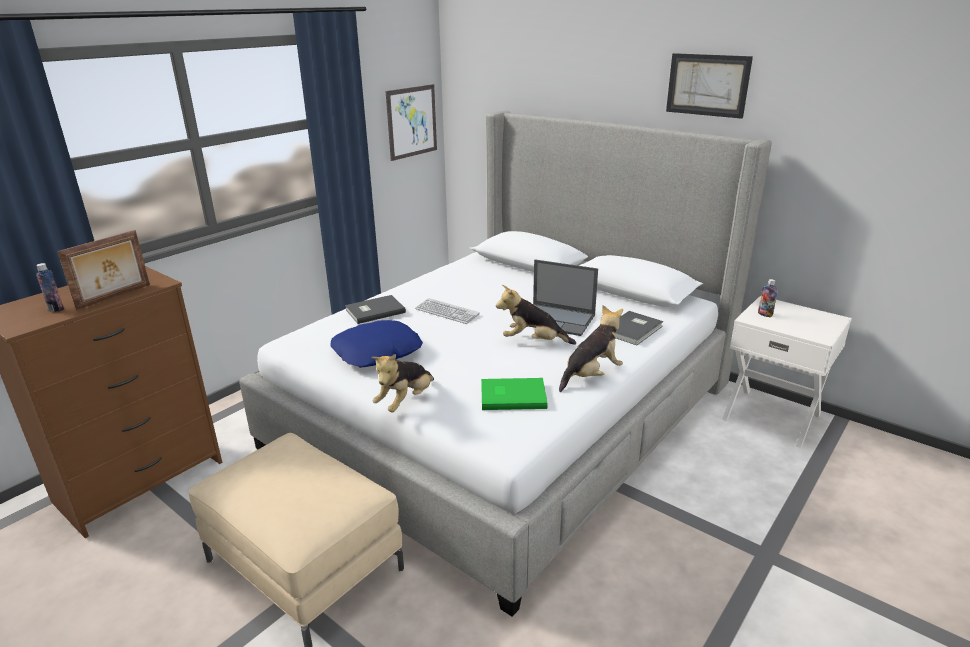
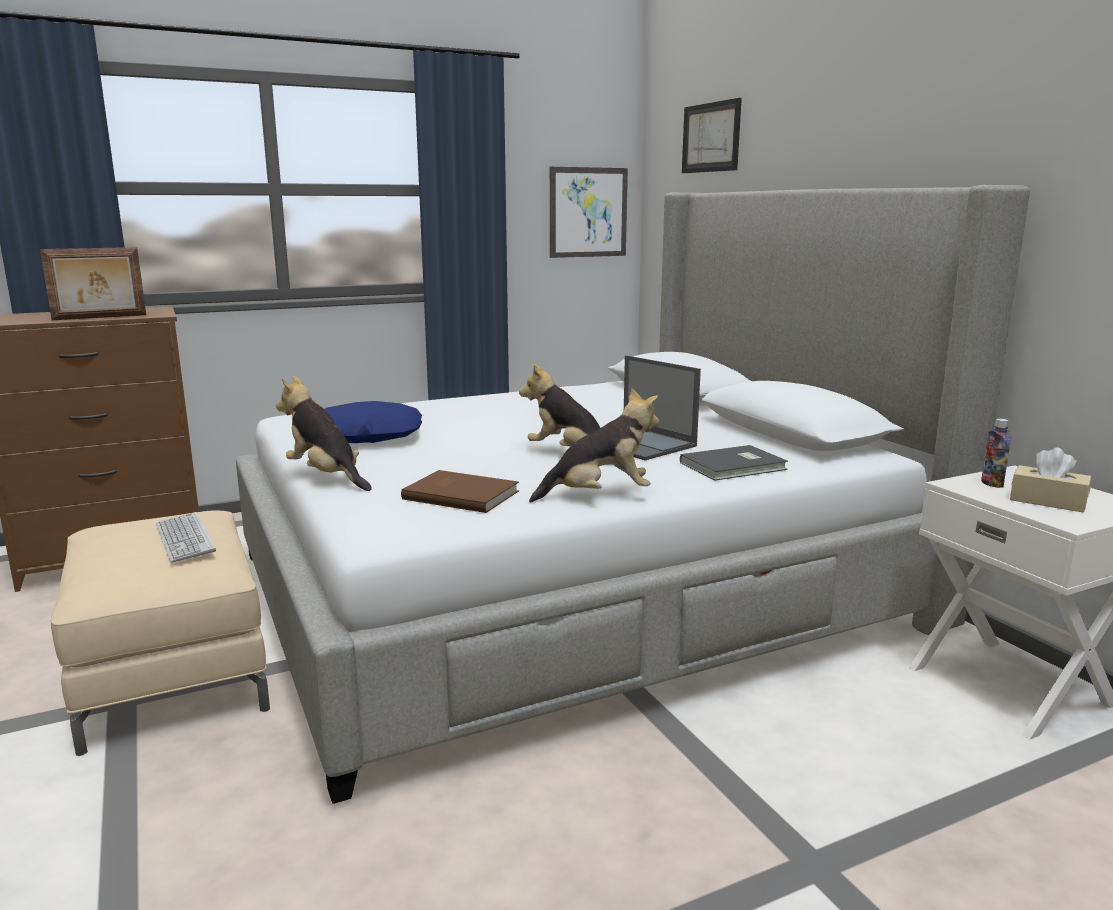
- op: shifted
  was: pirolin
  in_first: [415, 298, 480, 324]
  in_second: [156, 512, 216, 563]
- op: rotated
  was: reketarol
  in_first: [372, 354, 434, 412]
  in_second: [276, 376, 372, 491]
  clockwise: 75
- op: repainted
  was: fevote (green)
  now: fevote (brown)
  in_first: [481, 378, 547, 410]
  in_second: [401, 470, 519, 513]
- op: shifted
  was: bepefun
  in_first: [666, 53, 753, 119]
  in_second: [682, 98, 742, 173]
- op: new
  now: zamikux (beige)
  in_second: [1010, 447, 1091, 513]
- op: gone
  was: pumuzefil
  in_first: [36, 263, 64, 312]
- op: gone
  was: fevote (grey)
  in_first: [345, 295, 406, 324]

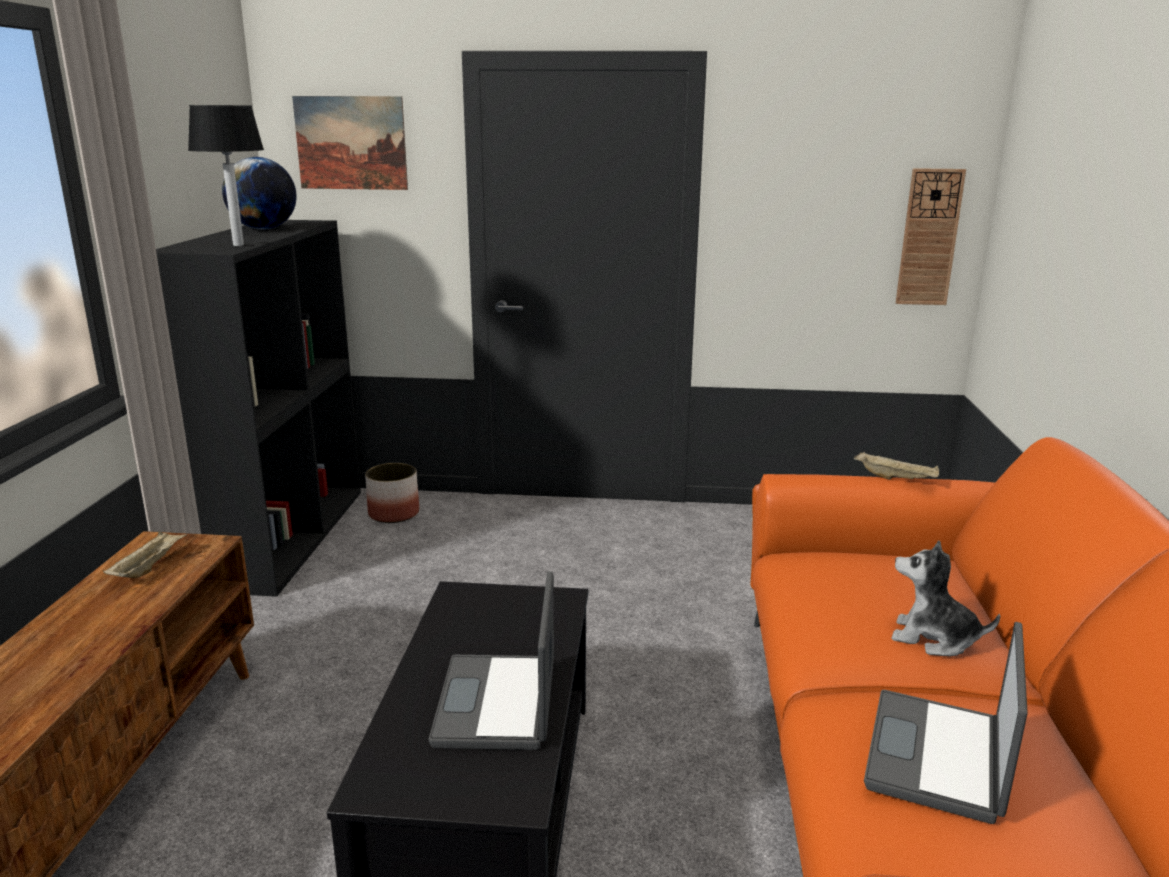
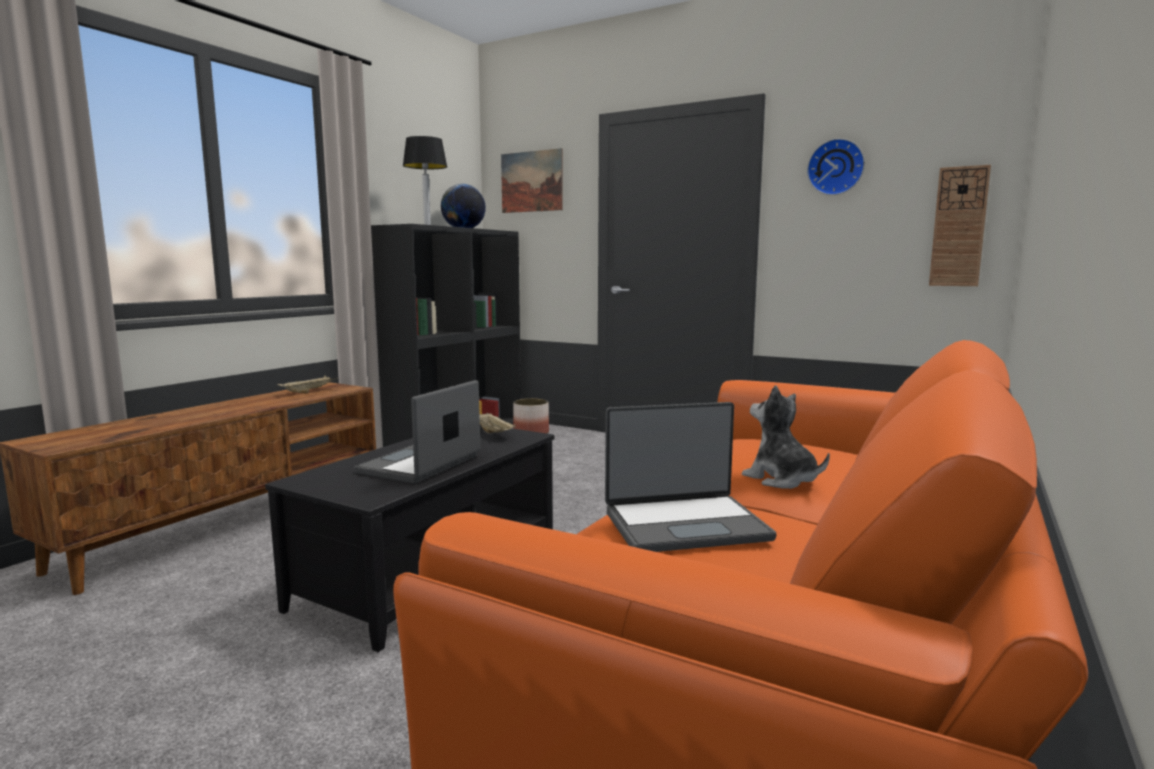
- op: shifted
  was: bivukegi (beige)
  in_first: [854, 452, 939, 480]
  in_second: [480, 413, 515, 433]
- op: rotated
  was: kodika
  in_first: [864, 622, 1028, 824]
  in_second: [605, 402, 776, 552]
  clockwise: -150
- op: new
  now: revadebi
  in_second: [807, 138, 865, 195]

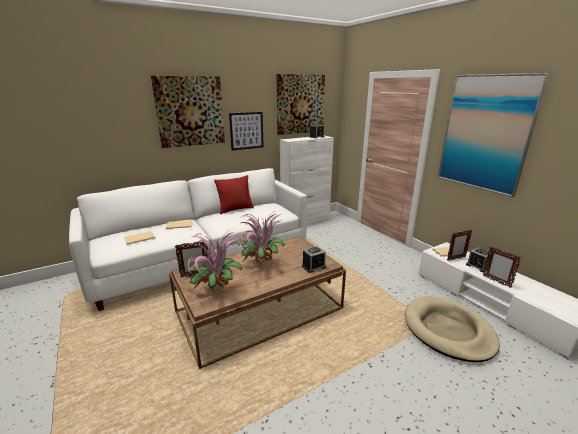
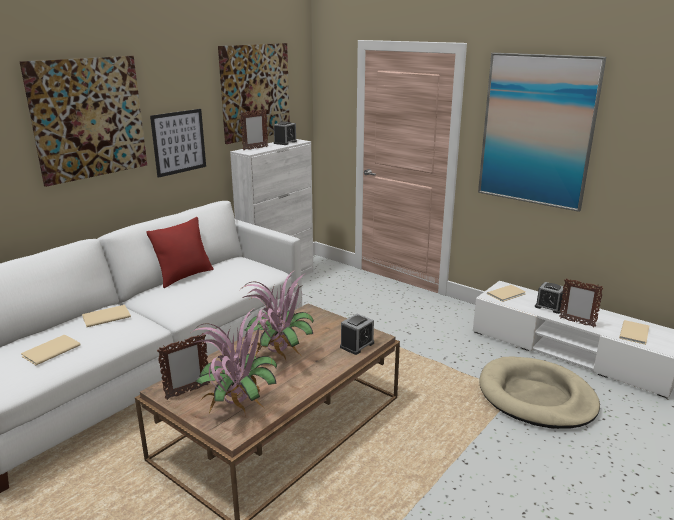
- op: shifted
  was: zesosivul
  in_first: [447, 229, 472, 261]
  in_second: [240, 109, 268, 150]
- op: new
  now: fevote (beige)
  in_second: [619, 320, 649, 345]

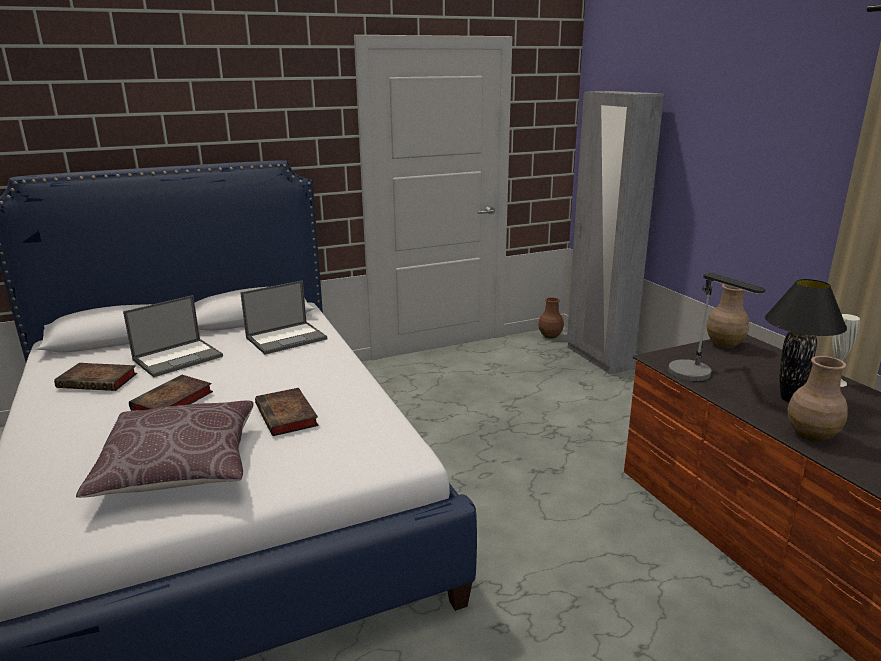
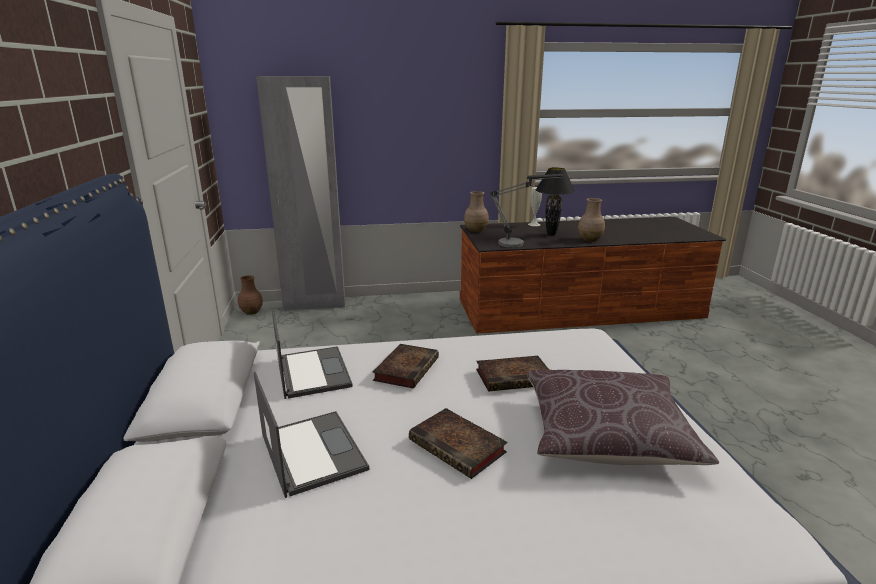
- op: shifted
  was: fevote
  in_first: [54, 363, 137, 391]
  in_second: [373, 344, 439, 389]

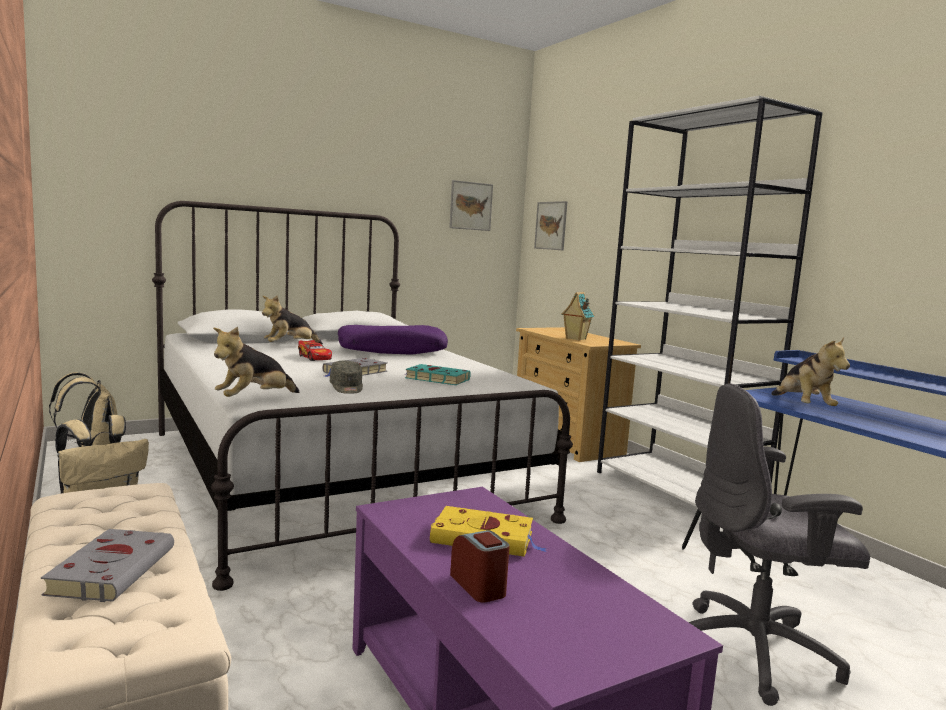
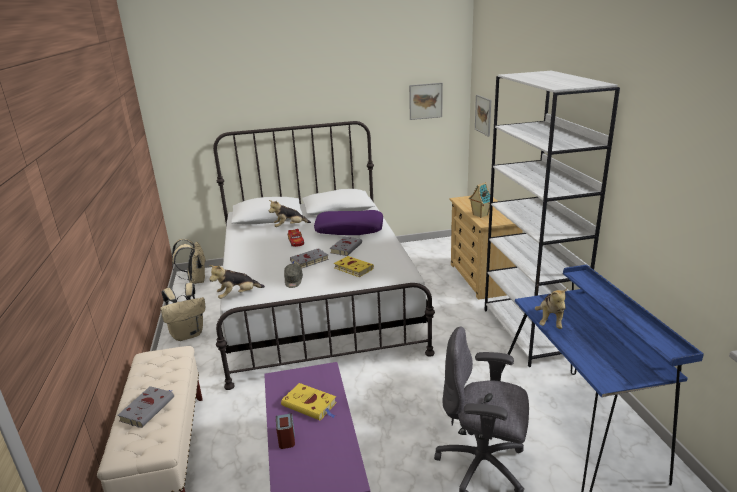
- op: new
  now: fevote (grey)
  in_second: [330, 236, 362, 256]
- op: repainted
  was: fevote (turquoise)
  now: fevote (yellow)
  in_first: [405, 364, 471, 385]
  in_second: [334, 256, 374, 277]

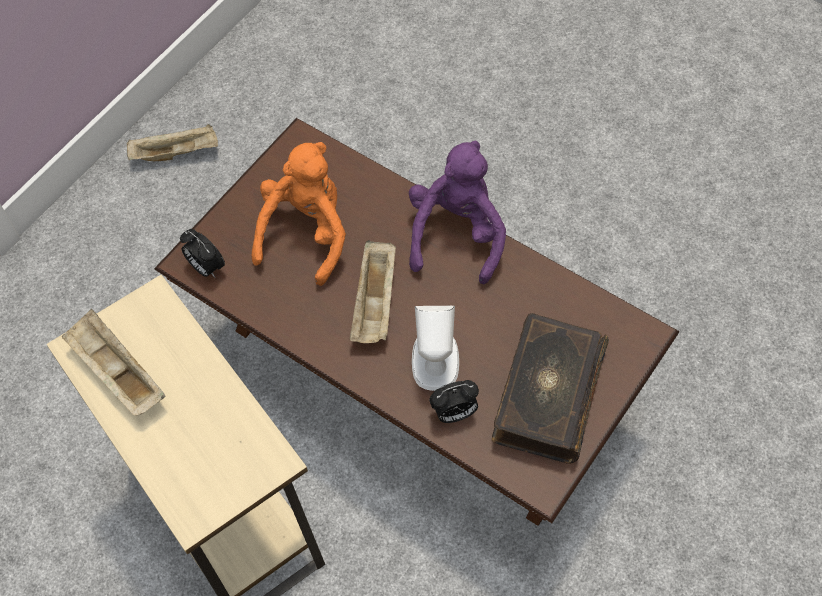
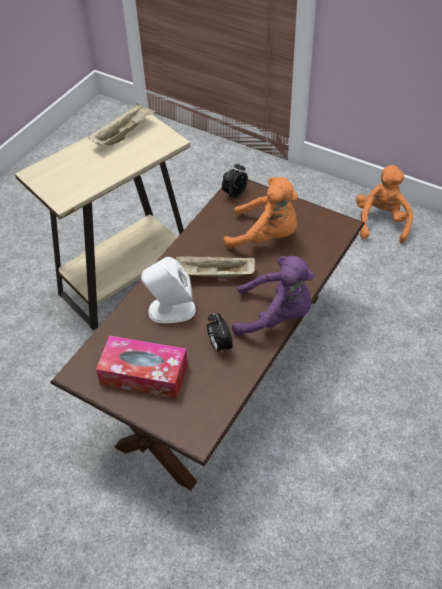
- op: swapped
  was: fevote
  now: zamikux
  in_first: [492, 313, 609, 464]
  in_second: [96, 336, 188, 399]
- op: shifted
  was: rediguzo
  in_first: [429, 380, 479, 423]
  in_second: [207, 313, 233, 354]
- op: swapped
  was: bivukegi (beige)
  now: reketarol (orange)
  in_first: [126, 124, 218, 161]
  in_second: [356, 165, 413, 244]

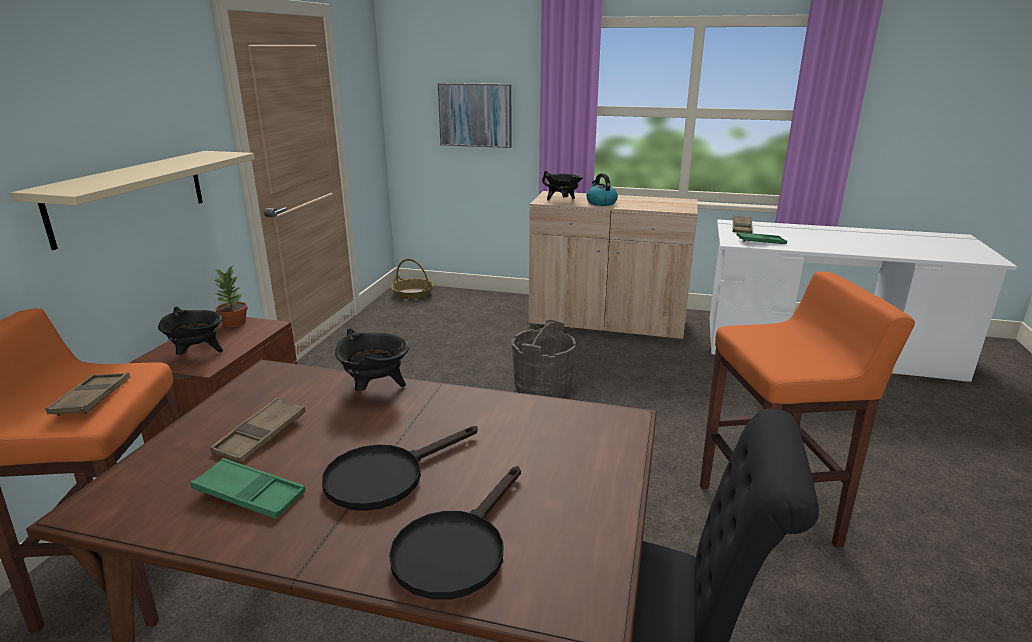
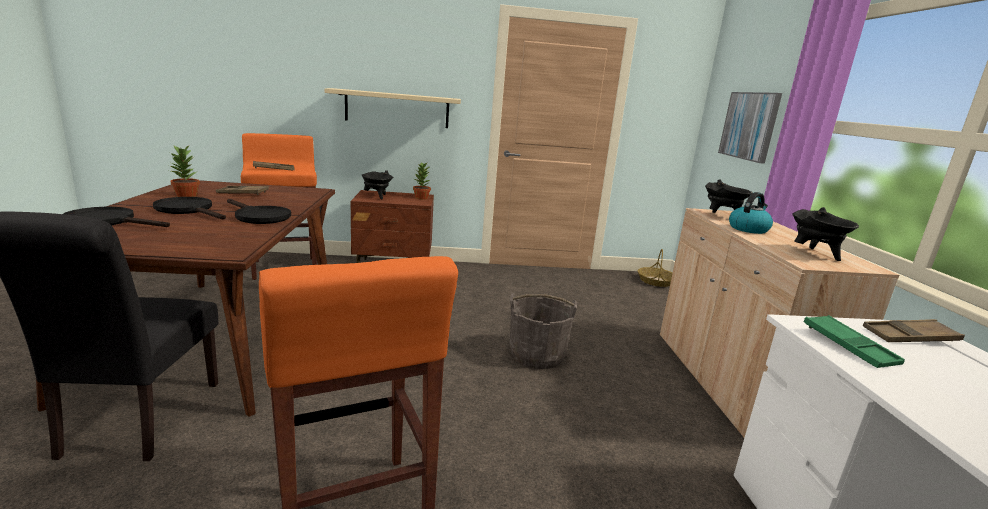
- op: swapped
  was: bivukegi (green)
  now: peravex
  in_first: [190, 458, 305, 519]
  in_second: [170, 146, 200, 197]
- op: new
  now: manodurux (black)
  in_second: [227, 199, 291, 224]
- op: shifted
  was: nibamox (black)
  in_first: [335, 328, 410, 391]
  in_second: [792, 207, 859, 261]

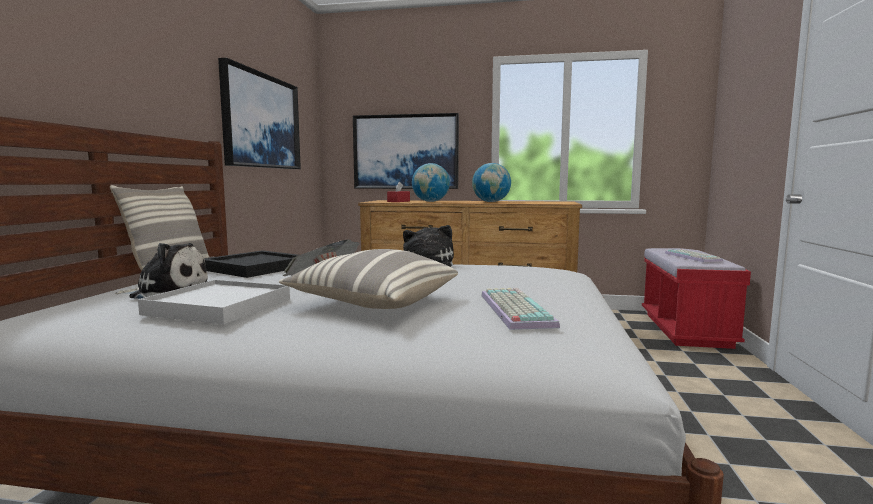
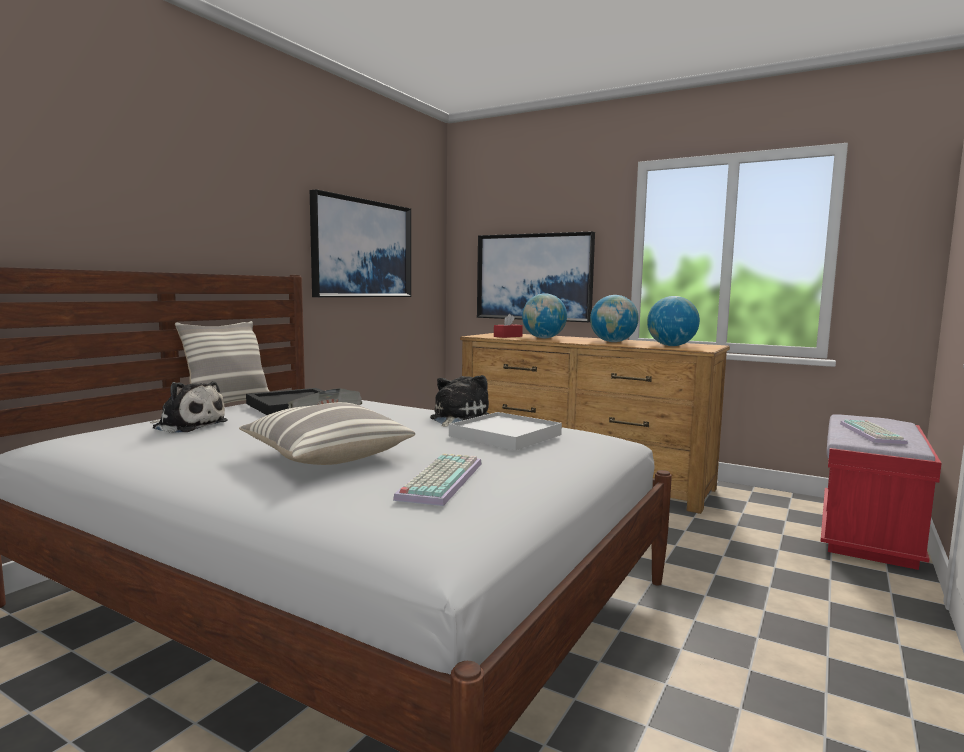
- op: shifted
  was: bivukegi (white)
  in_first: [138, 280, 290, 324]
  in_second: [449, 412, 562, 451]
- op: new
  now: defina
  in_second: [647, 296, 700, 346]

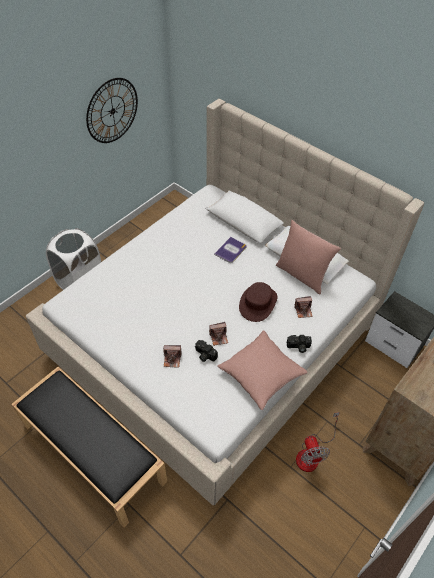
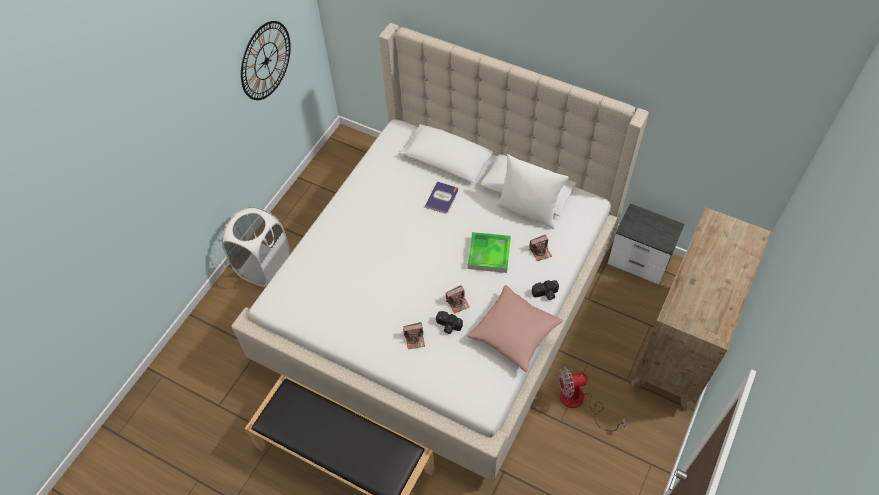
- op: swapped
  was: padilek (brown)
  now: bivukegi
  in_first: [239, 282, 277, 322]
  in_second: [467, 232, 511, 273]
- op: repainted
  was: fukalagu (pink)
  now: fukalagu (white)
  in_first: [276, 220, 341, 295]
  in_second: [497, 154, 569, 229]
- op: rotated
  was: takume
  in_first: [296, 412, 340, 472]
  in_second: [559, 367, 626, 431]
  clockwise: 105

